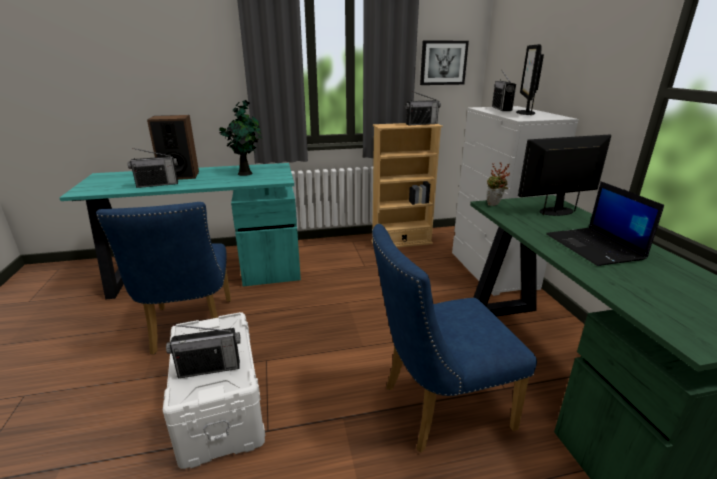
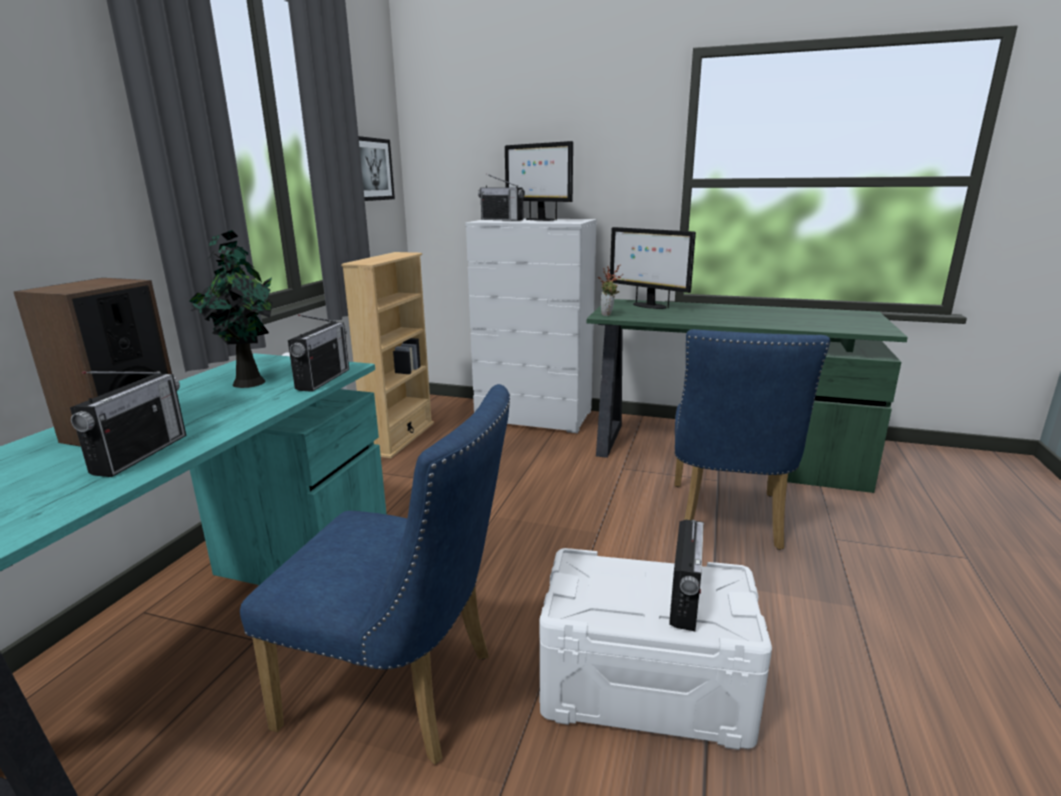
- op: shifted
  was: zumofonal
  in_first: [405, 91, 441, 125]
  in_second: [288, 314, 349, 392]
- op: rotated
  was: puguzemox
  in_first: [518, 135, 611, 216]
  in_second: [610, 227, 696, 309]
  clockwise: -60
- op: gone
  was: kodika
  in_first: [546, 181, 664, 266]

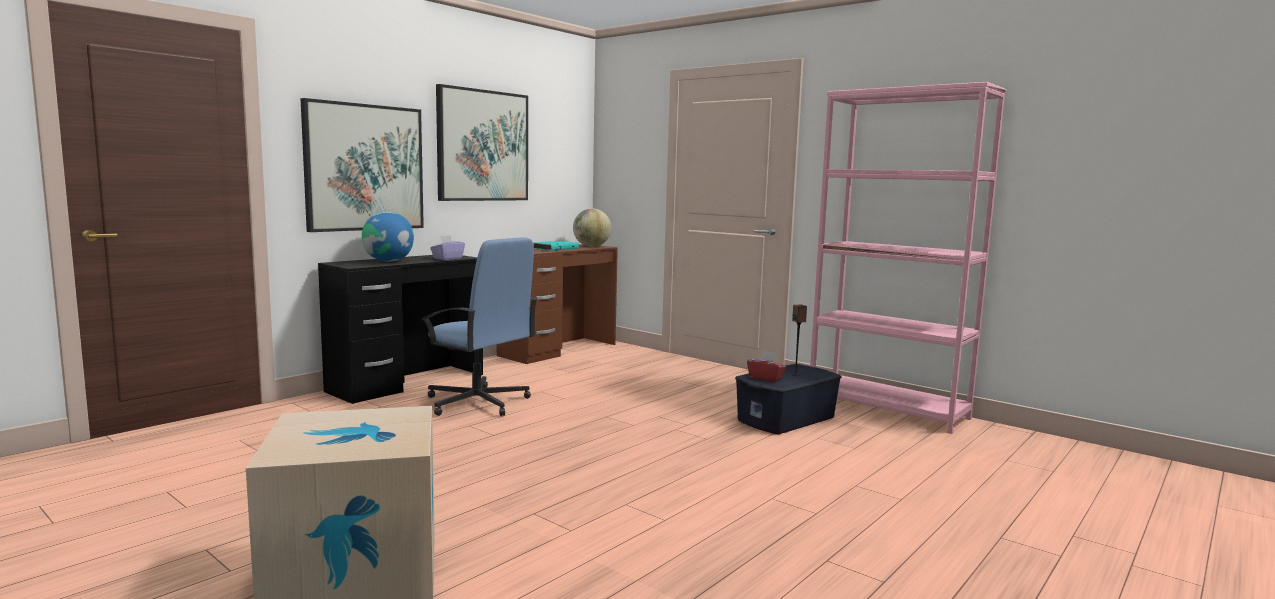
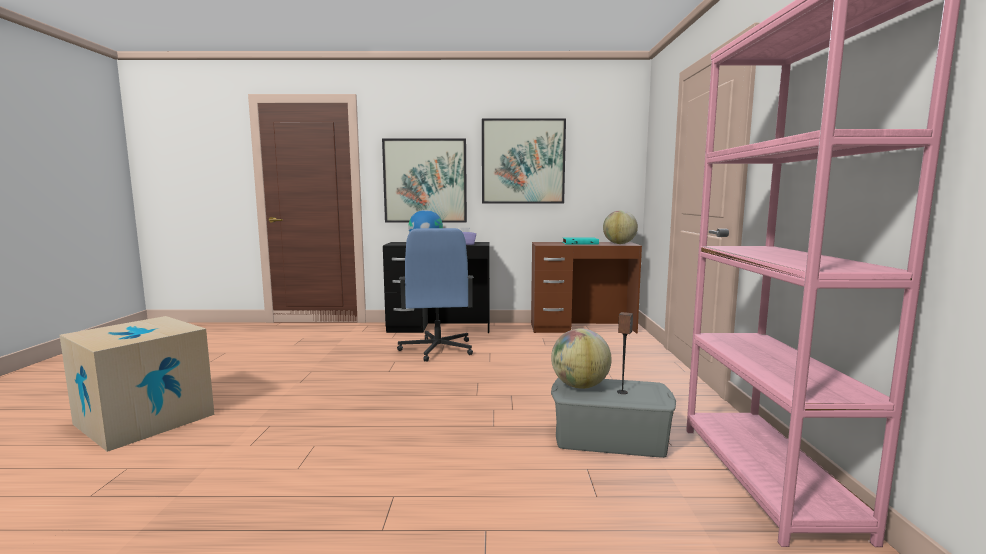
- op: swapped
  was: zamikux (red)
  now: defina
  in_first: [747, 351, 786, 382]
  in_second: [551, 328, 612, 389]
- op: repainted
  was: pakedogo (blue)
  now: pakedogo (grey)
  in_first: [735, 364, 842, 434]
  in_second: [551, 377, 676, 458]

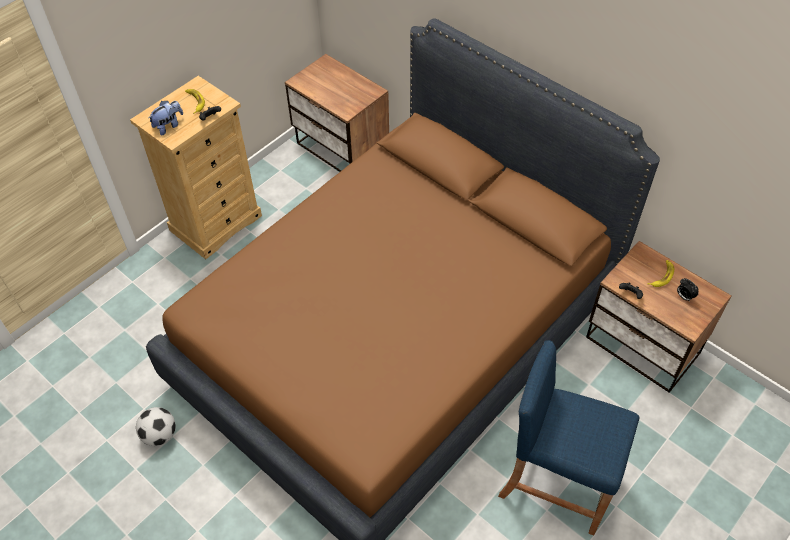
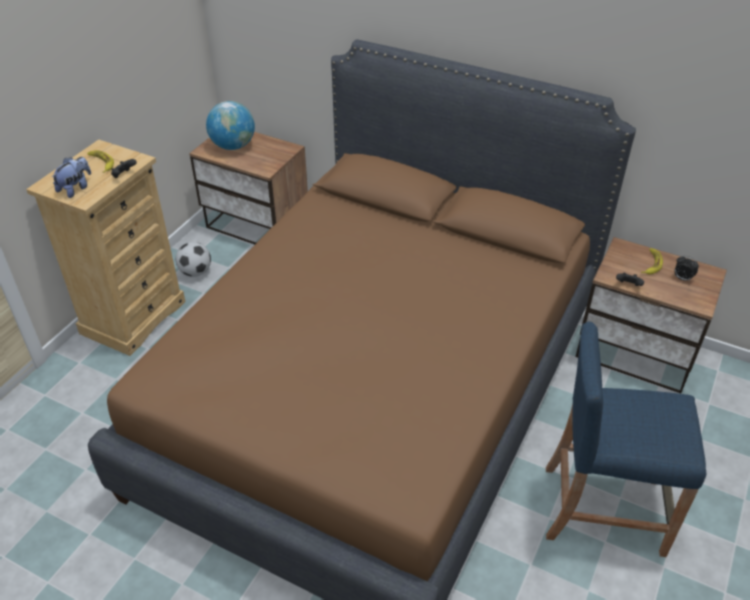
- op: shifted
  was: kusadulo
  in_first: [136, 407, 176, 446]
  in_second: [176, 242, 211, 277]
- op: new
  now: defina
  in_second: [206, 101, 255, 150]

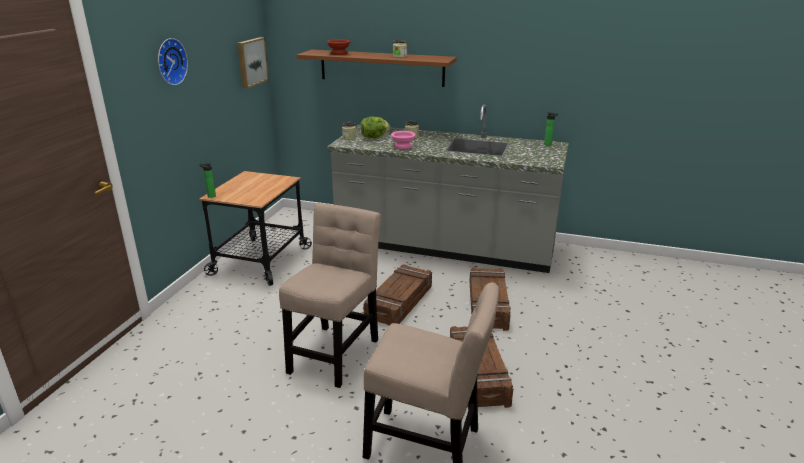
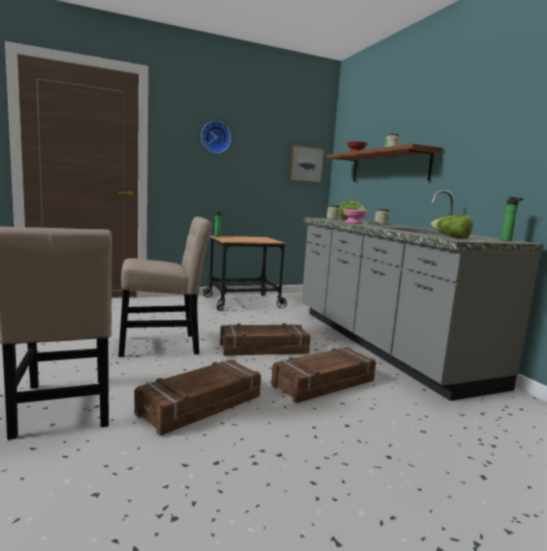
- op: new
  now: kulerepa
  in_second: [431, 215, 473, 239]

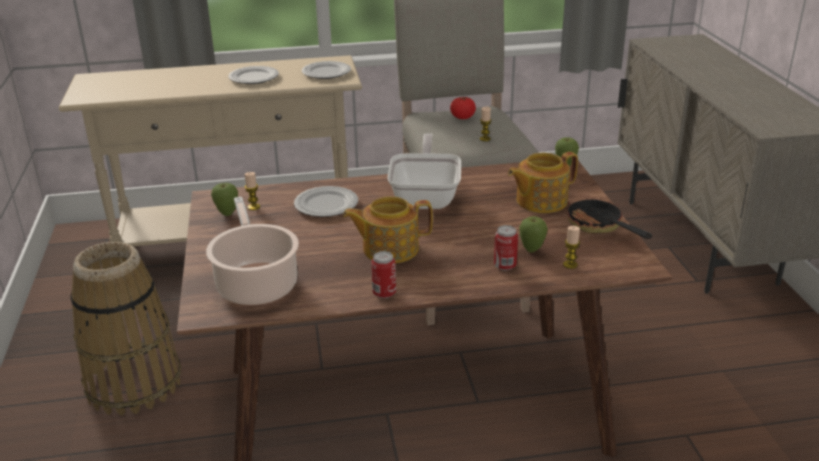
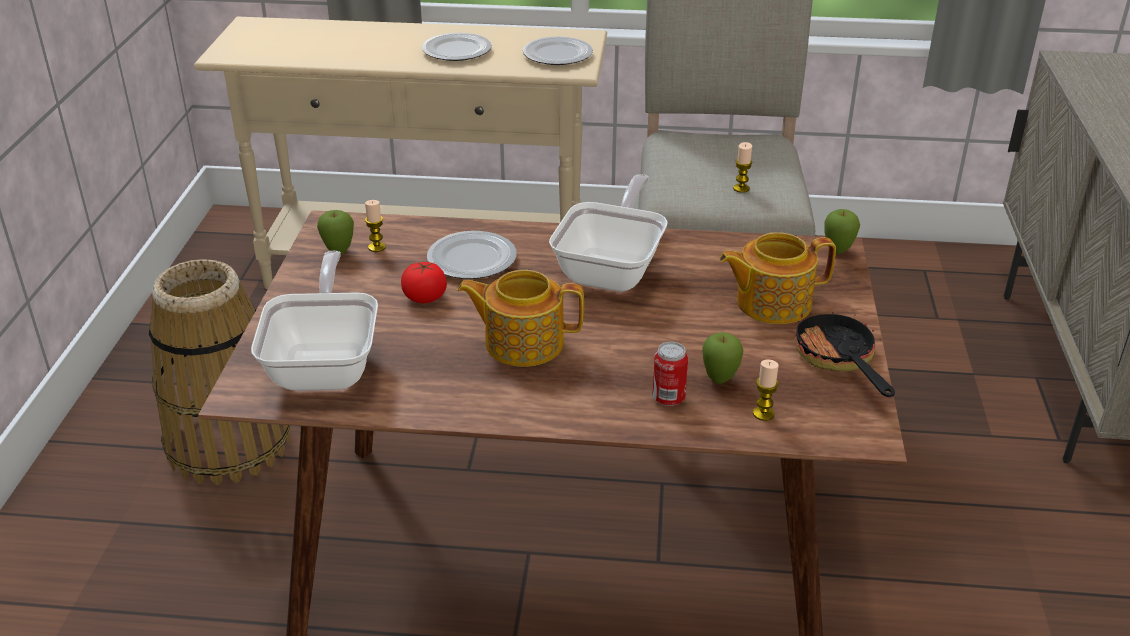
- op: swapped
  was: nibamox
  now: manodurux
  in_first: [206, 197, 299, 305]
  in_second: [251, 251, 378, 391]
- op: shifted
  was: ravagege
  in_first: [450, 97, 476, 119]
  in_second: [401, 262, 447, 303]
- op: gone
  was: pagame
  in_first: [371, 251, 396, 299]

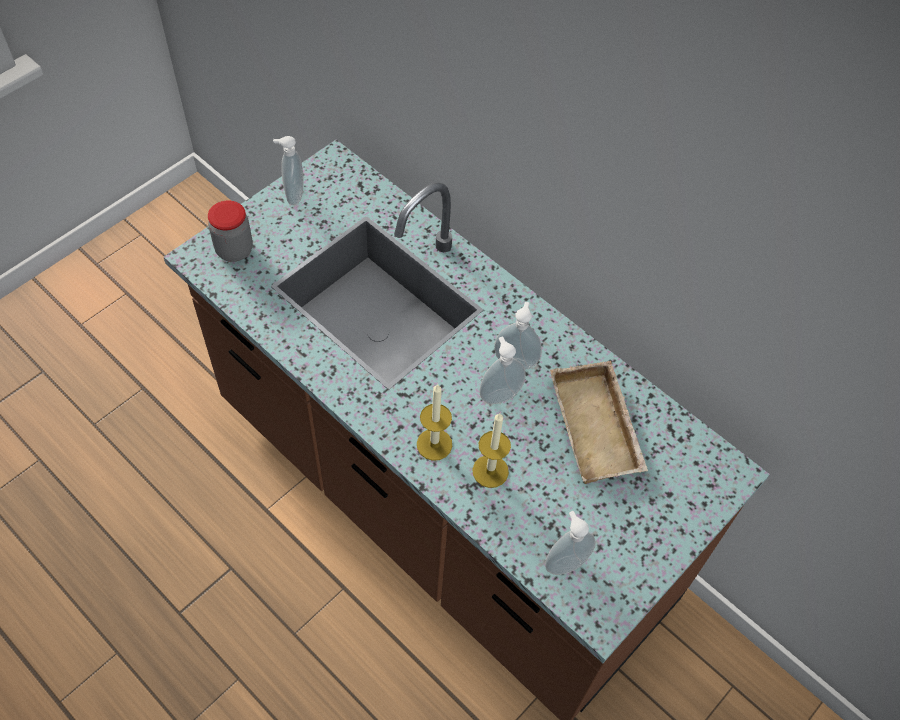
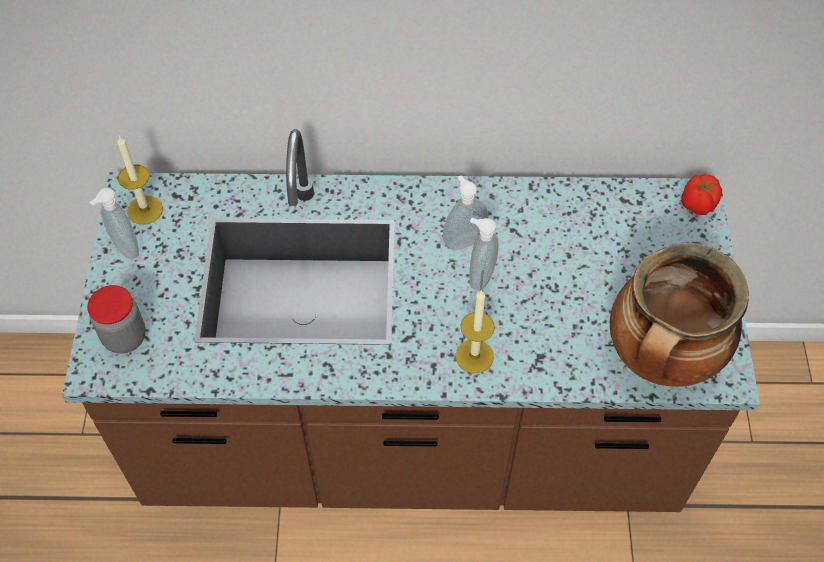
- op: shifted
  was: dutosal
  in_first: [472, 413, 511, 488]
  in_second: [117, 136, 163, 225]
- op: swapped
  was: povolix
  now: nibamox
  in_first: [545, 511, 596, 575]
  in_second: [610, 242, 749, 387]
- op: new
  now: ravagege
  in_second: [681, 174, 722, 215]
- op: gone
  was: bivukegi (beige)
  in_first: [550, 361, 648, 484]

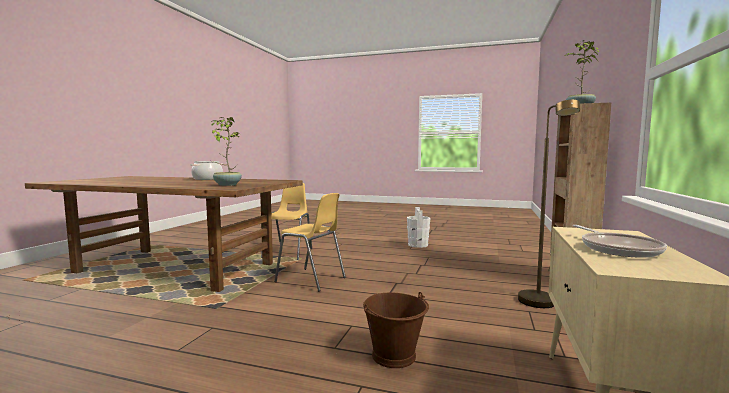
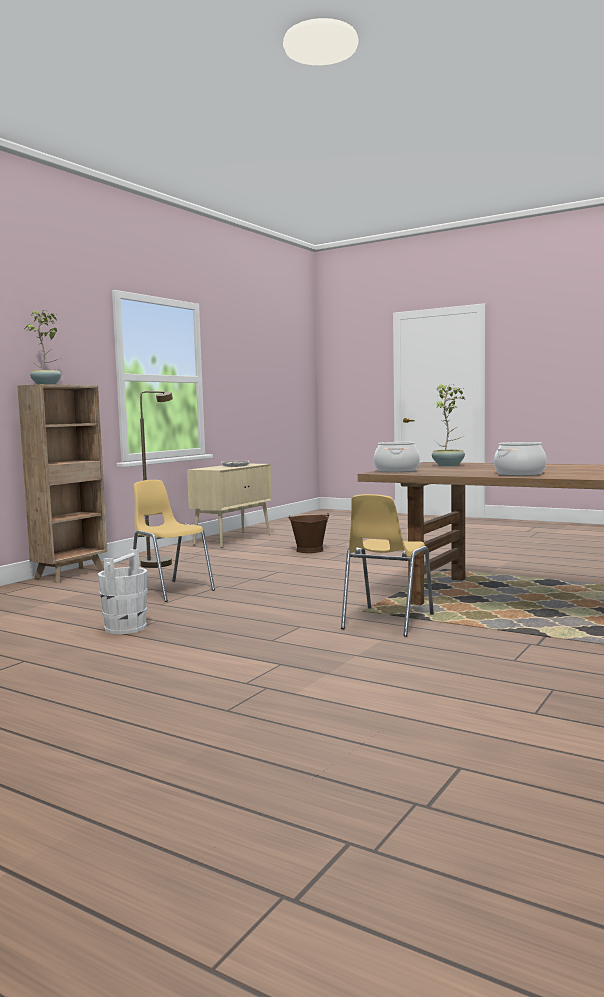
- op: shifted
  was: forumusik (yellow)
  in_first: [274, 193, 346, 292]
  in_second: [133, 480, 215, 602]
- op: new
  now: nibamox
  in_second: [374, 442, 420, 472]

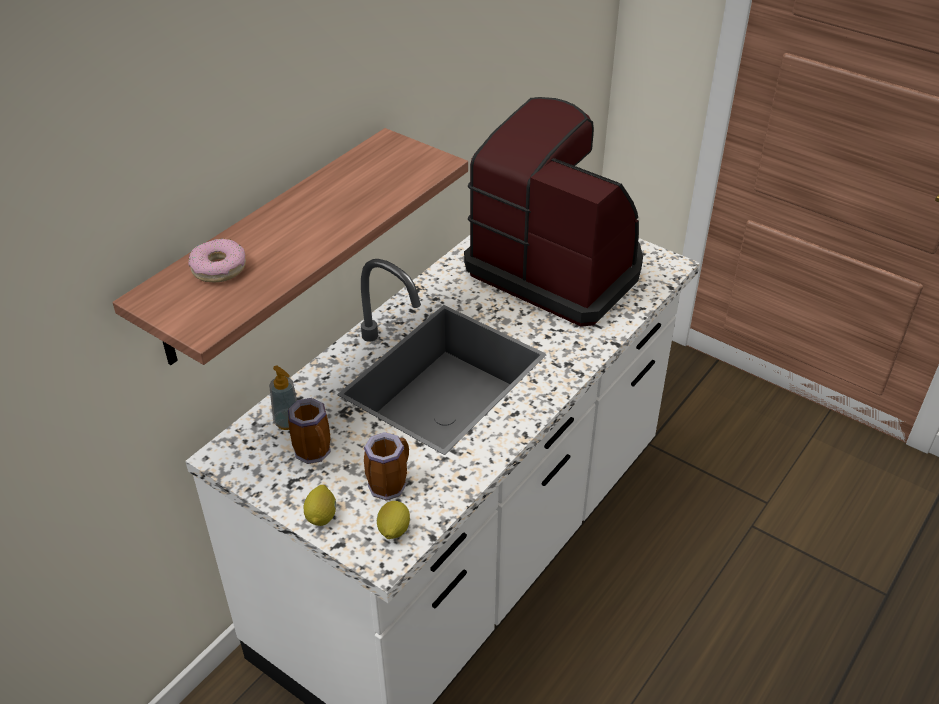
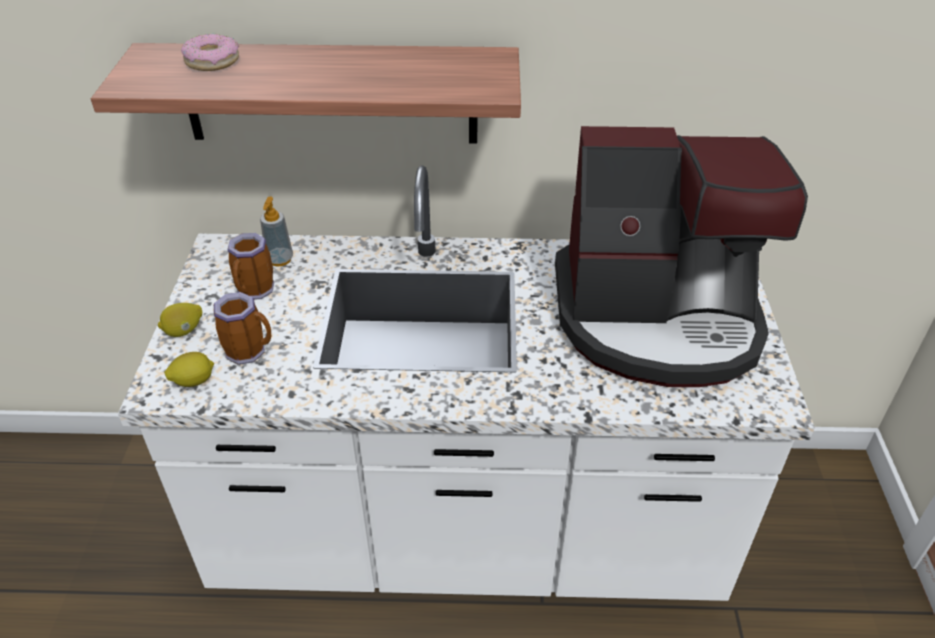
- op: rotated
  was: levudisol
  in_first: [464, 97, 643, 327]
  in_second: [555, 126, 808, 387]
  clockwise: 90

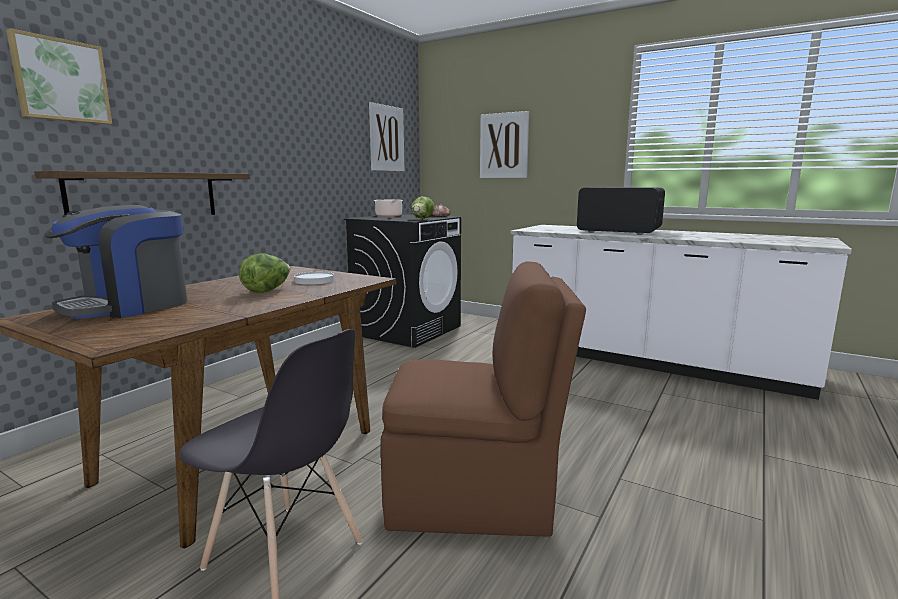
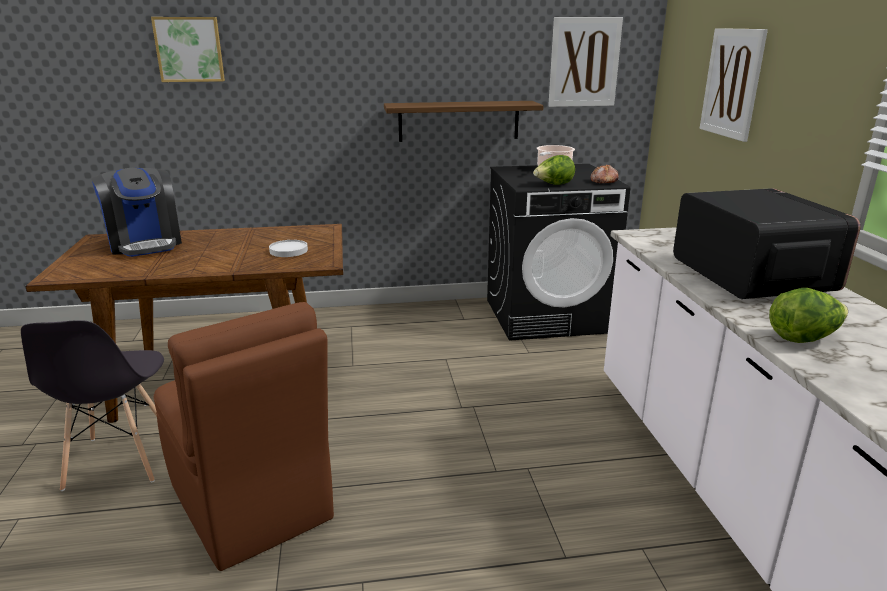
- op: rotated
  was: levudisol
  in_first: [44, 205, 187, 319]
  in_second: [91, 168, 182, 257]
  clockwise: -120
- op: shifted
  was: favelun
  in_first: [34, 171, 250, 215]
  in_second: [384, 101, 544, 142]
- op: shifted
  was: kulerepa
  in_first: [239, 253, 290, 293]
  in_second: [769, 288, 848, 343]

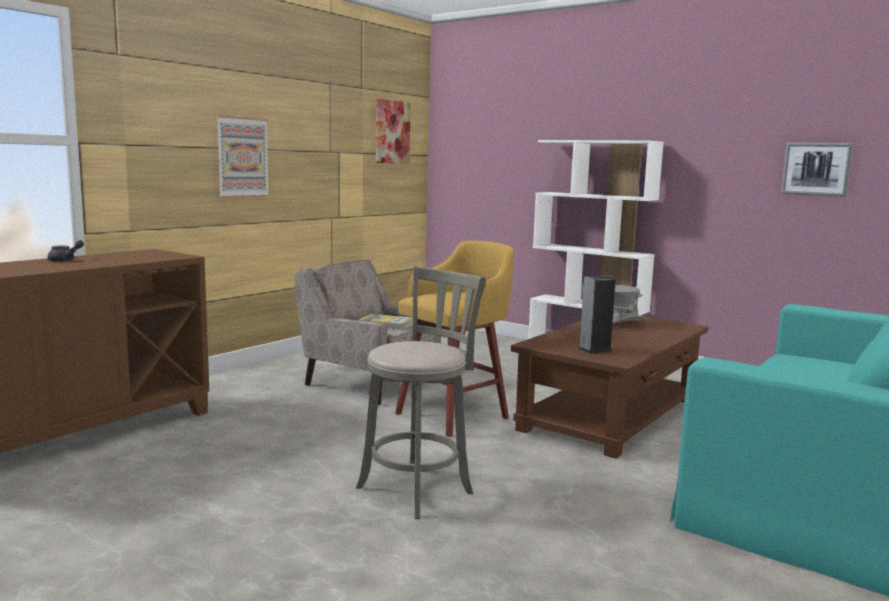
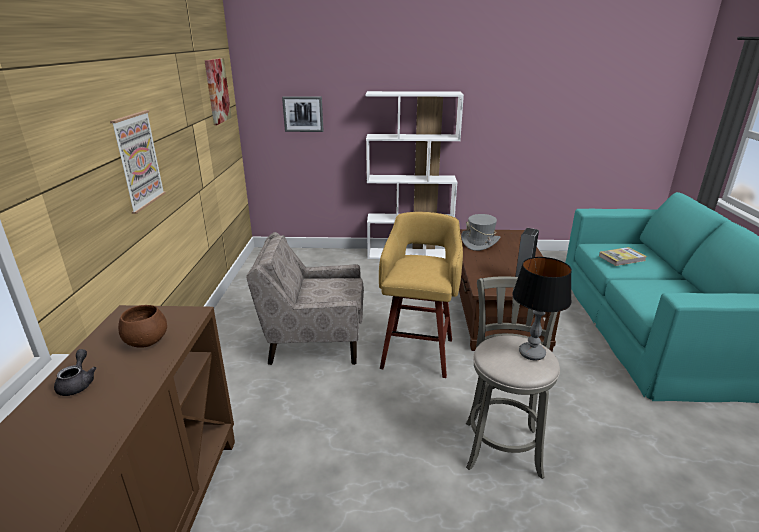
- op: new
  now: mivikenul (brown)
  in_second: [118, 305, 167, 348]
- op: shifted
  was: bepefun
  in_first: [781, 143, 853, 197]
  in_second: [282, 96, 324, 132]
- op: new
  now: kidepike
  in_second: [512, 257, 572, 360]
- op: shifted
  was: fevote
  in_first: [359, 314, 413, 330]
  in_second: [599, 247, 647, 266]

